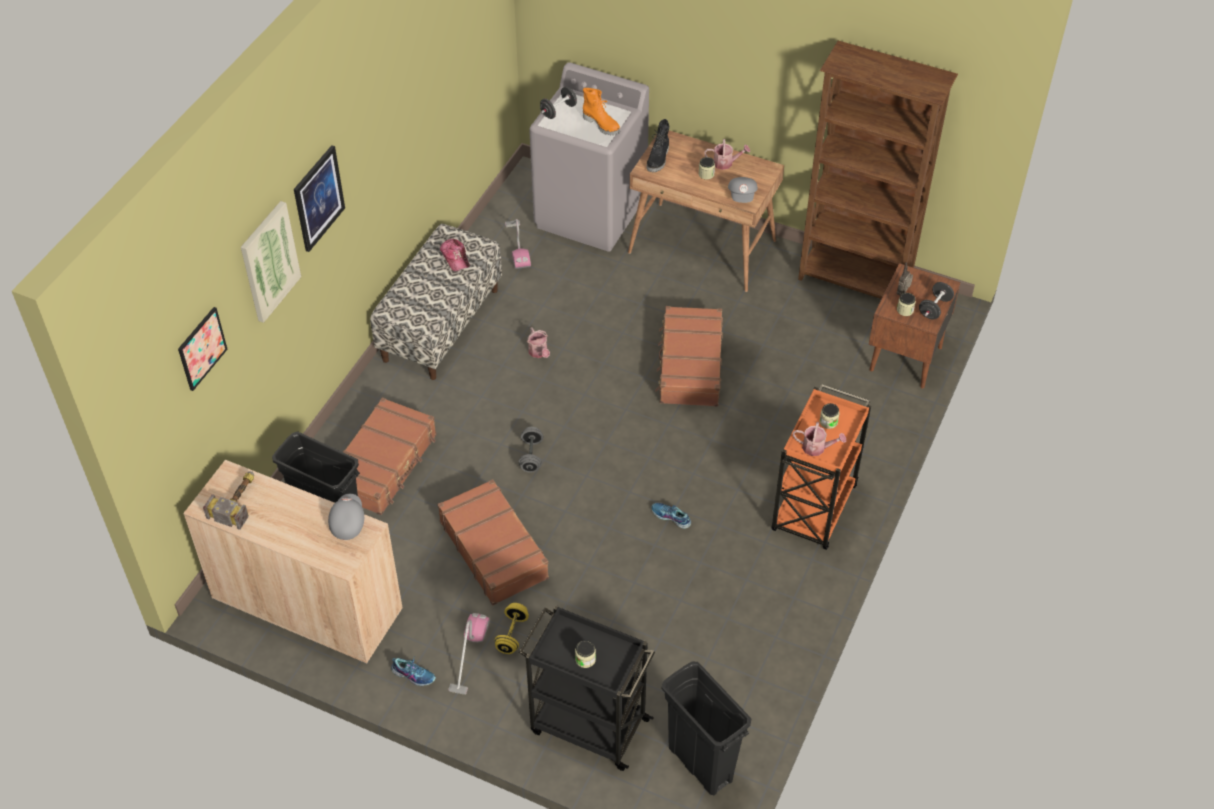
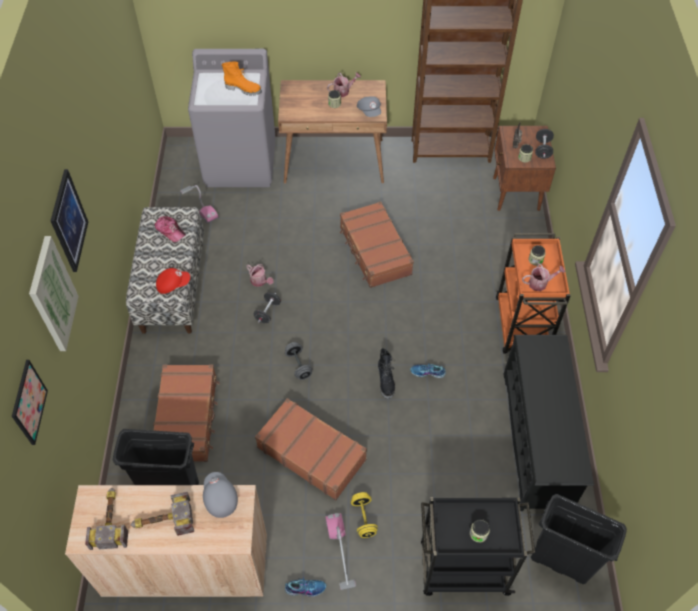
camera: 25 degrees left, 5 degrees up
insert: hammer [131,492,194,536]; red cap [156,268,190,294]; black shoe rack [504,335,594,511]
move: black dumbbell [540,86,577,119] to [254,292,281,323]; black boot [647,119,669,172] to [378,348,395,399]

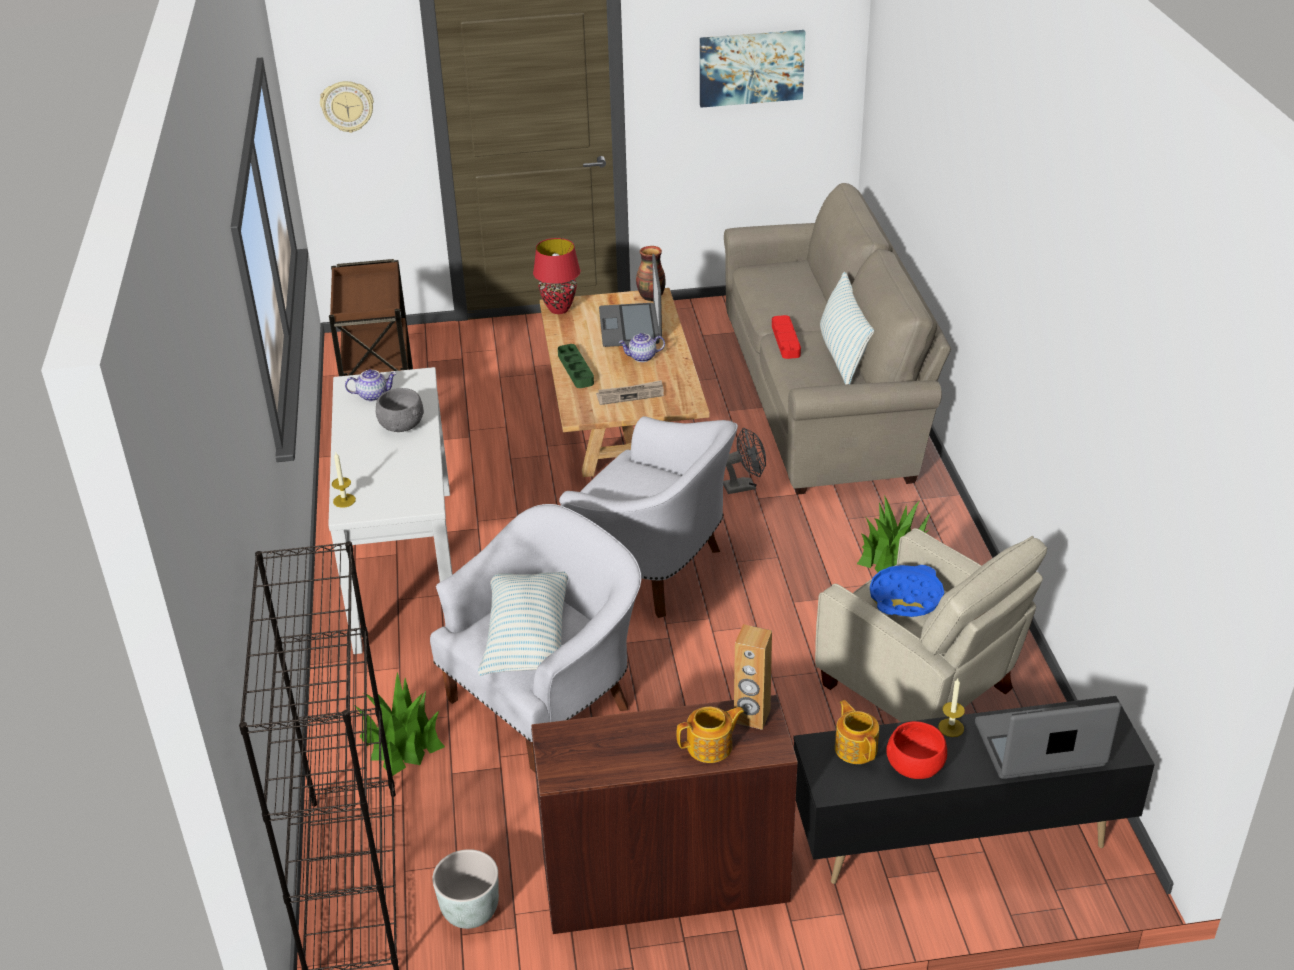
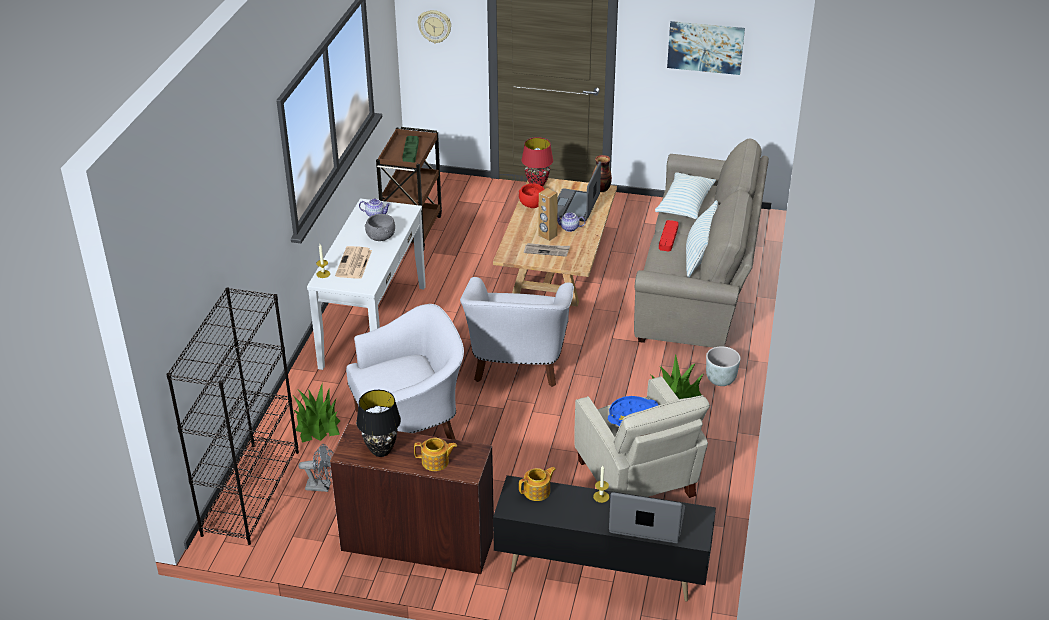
camera: 20 degrees right, 0 degrees up
insert: newspaper [335,246,372,279]; black table lamp [356,390,401,457]
move: grey planter [432,849,499,929] to [706,346,741,386]; pillow [478,571,568,676] to [655,172,716,219]; green tray [558,344,594,388] to [403,136,419,163]; grey fan [723,428,766,494] to [298,444,333,492]; brown speaker [734,624,772,730] to [538,188,558,241]; red bowl [886,721,947,779] to [519,183,544,208]
rotate: white armchair [559,416,738,618] = [460,277,574,387] 45 degrees clockwise; teapot [835,700,879,764] = [519,467,556,501] 60 degrees clockwise

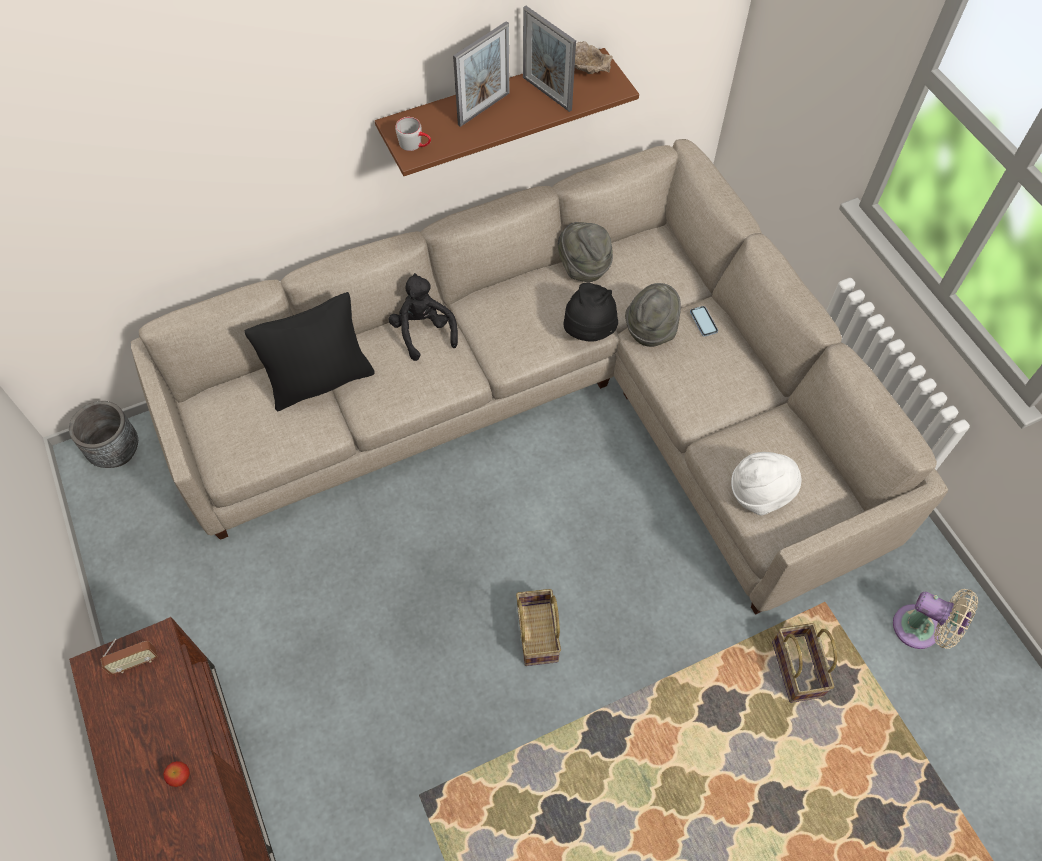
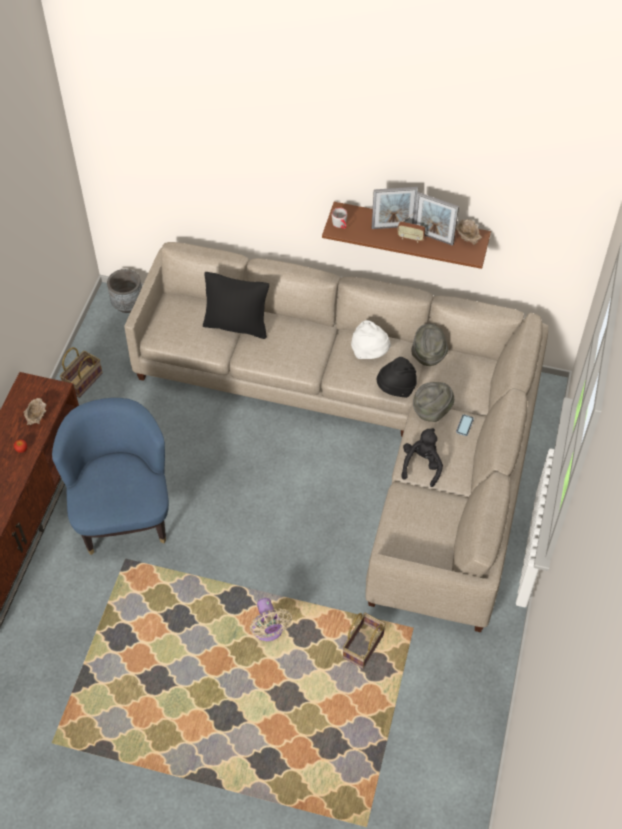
camera: 40 degrees right, 5 degrees down
insert: beige bowl [23,398,47,425]; blue armchair [52,398,169,555]
move: radio [101,639,158,675] to [397,213,425,242]; black plush toy [388,273,458,361] to [401,428,443,487]; basket [516,589,561,666] to [60,347,103,398]; white hat [731,452,801,515] to [351,320,391,359]; beige fan [893,589,978,649] to [250,598,292,641]
rotate: picture frame [523,6,576,112] = [414,192,459,246] 60 degrees counterclockwise

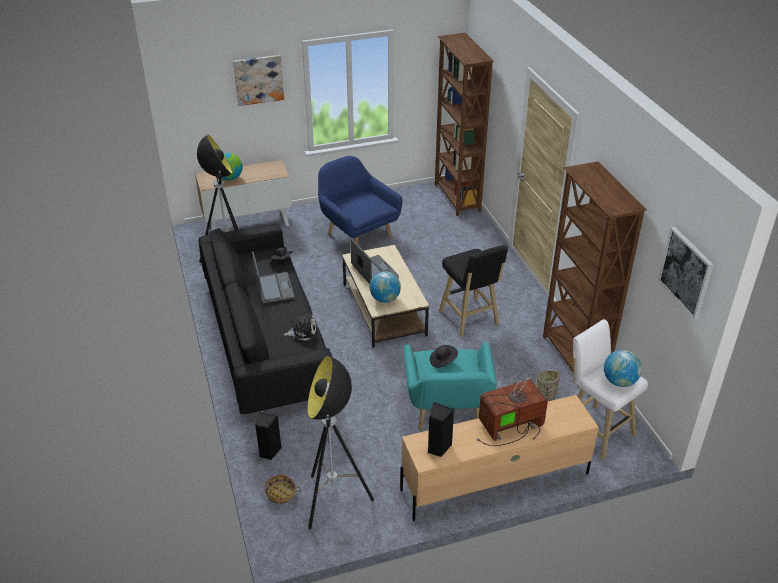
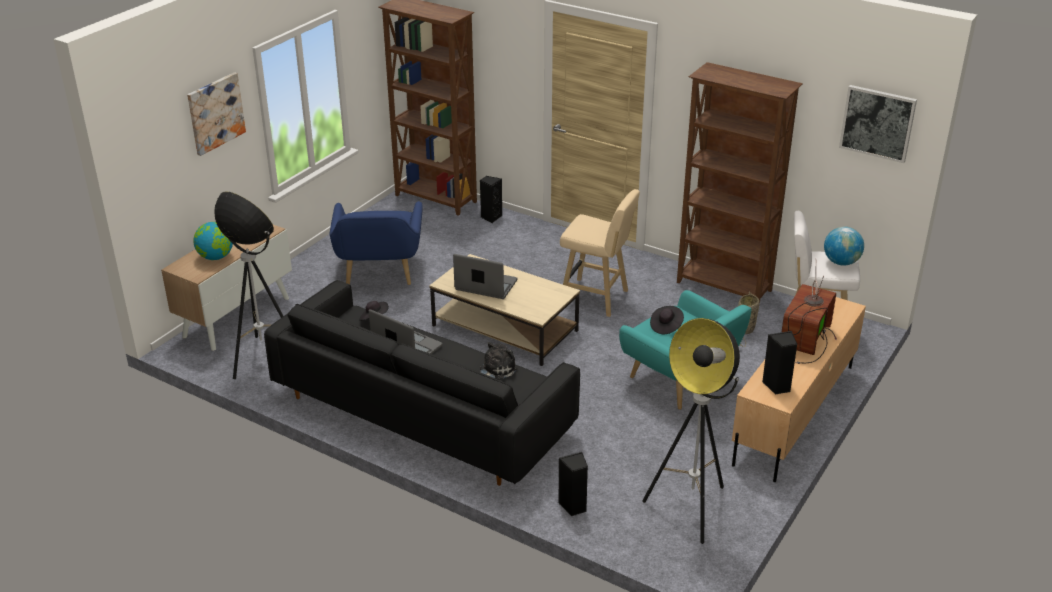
camera: 40 degrees left, 5 degrees down
delete: basket [265,474,301,504]; globe [370,271,401,303]
insert: black speaker [480,176,502,223]
recolor: black stool [439,245,508,337] to beige stool [560,189,640,317]
rotate: blue armchair [318,156,402,244] = [329,201,423,285] 105 degrees counterclockwise

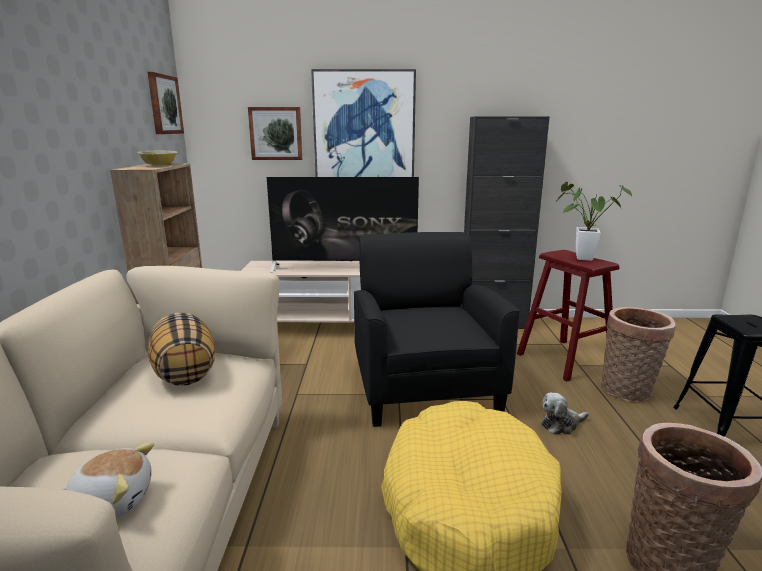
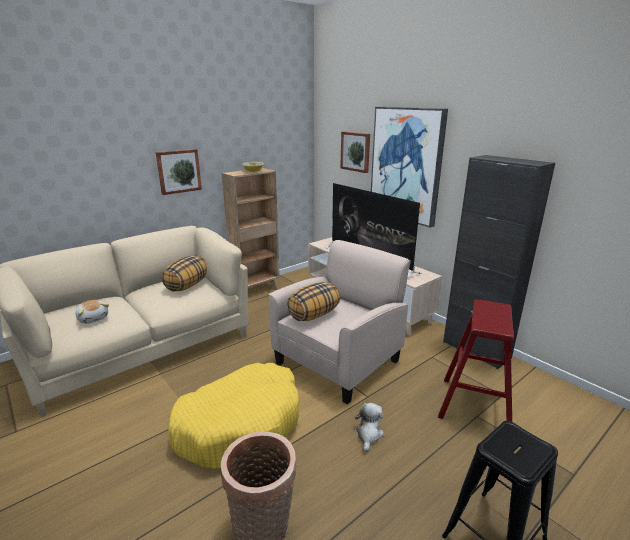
camera: 50 degrees right, 5 degrees up
delete: potted plant [555,182,632,261]; basket [601,307,676,402]
insert: pillow [287,282,340,321]
move: picture [148,72,184,134] to [156,149,202,195]
recolor: black armchair [354,232,520,427] to beige armchair [269,240,411,404]
rotate: plush toy [541,392,589,434] = [355,403,384,452] 75 degrees clockwise

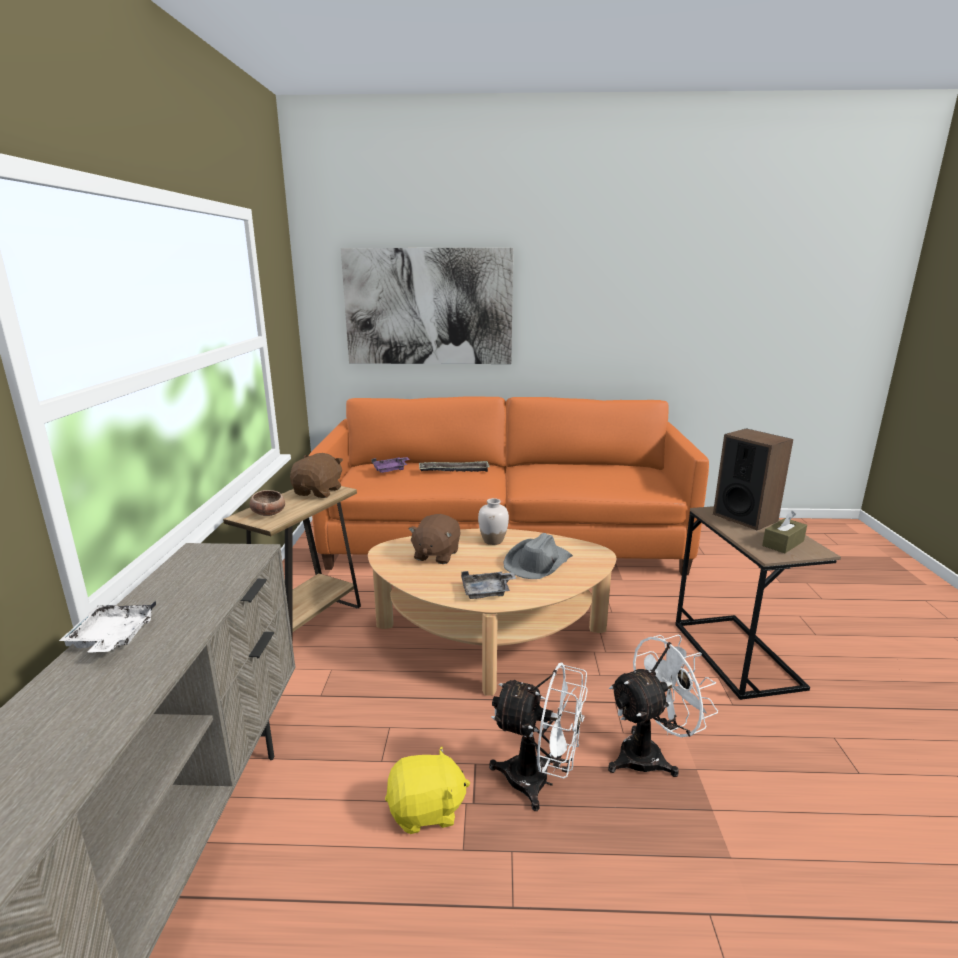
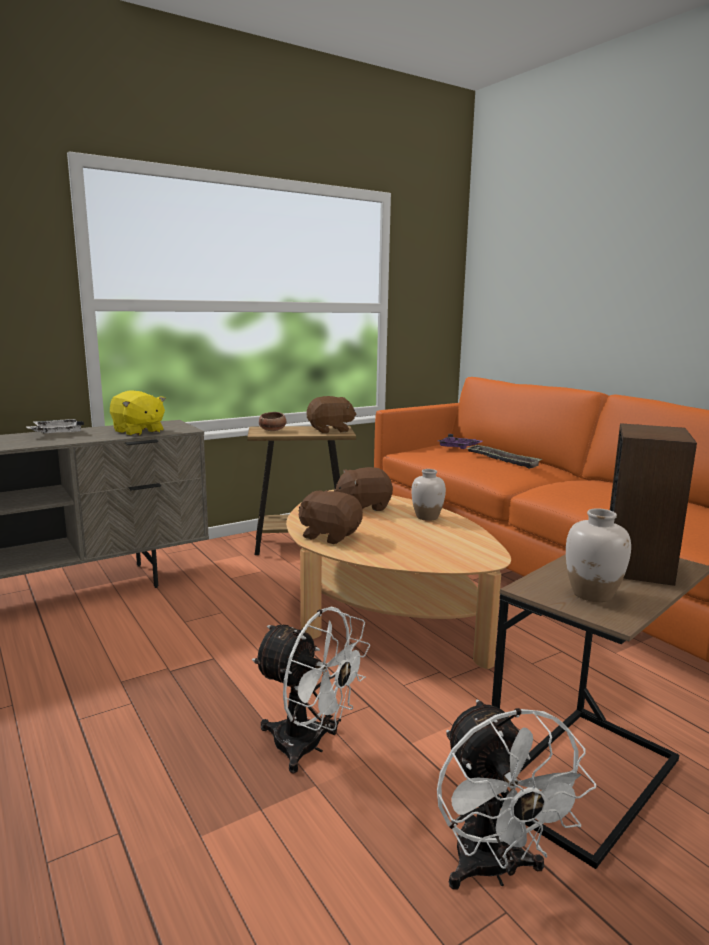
camera: 55 degrees right, 5 degrees down
delete: picture [341,248,513,364]; grey hat [503,533,573,579]
move: yellow plush toy [385,746,470,834] to [110,390,166,436]; white fan [489,663,588,811] to [437,700,596,890]
replace: grey tray [461,571,516,599] to brown plush toy [299,490,363,544]; brown tissue box [762,510,807,553] to white vase [566,508,631,602]

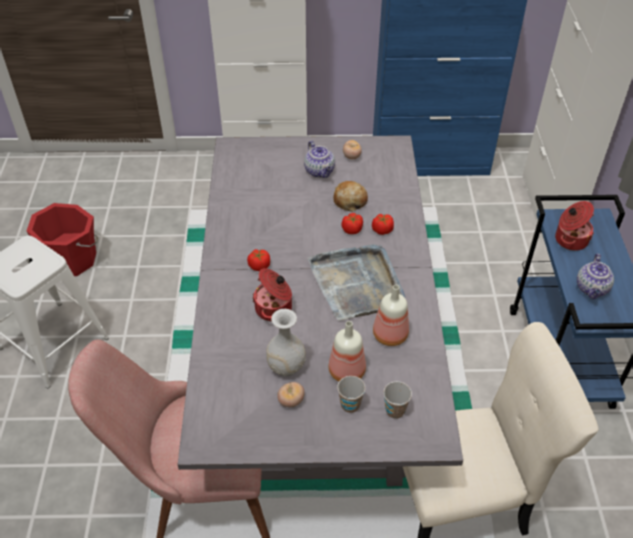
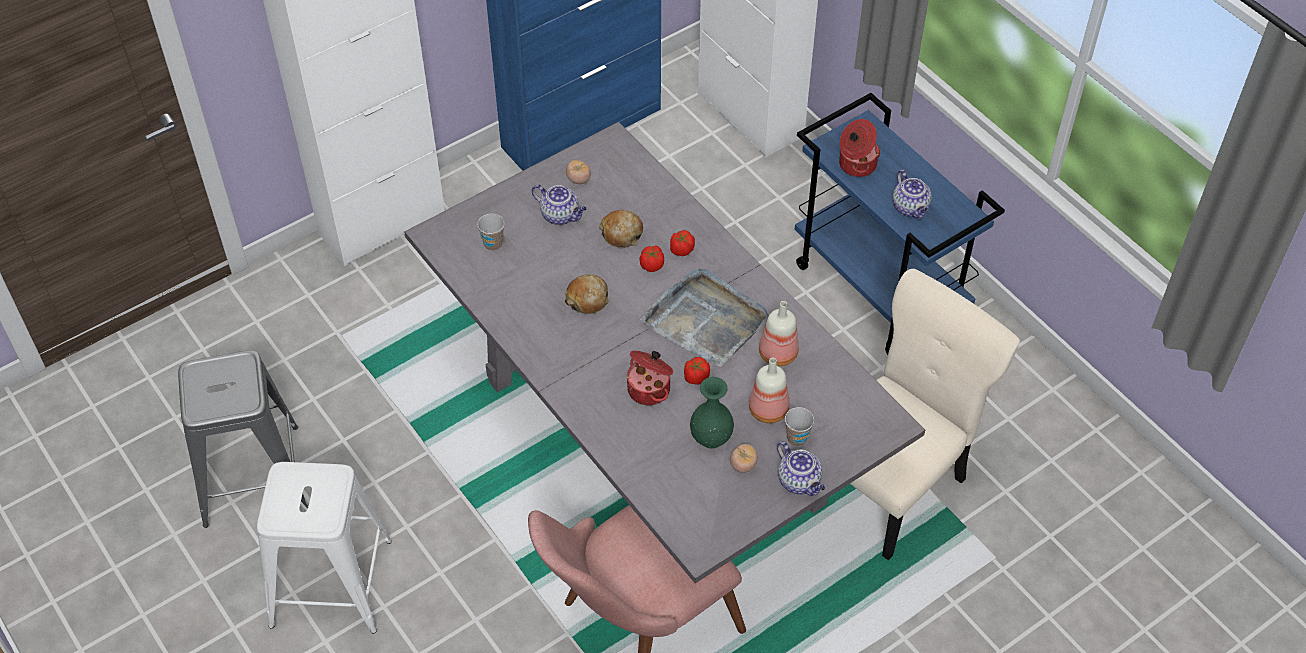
camera: 35 degrees left, 5 degrees up
insert: bread [565,275,609,314]; teapot [777,441,825,496]
move: tomato [247,249,270,271] to [684,357,710,385]; cup [384,381,412,419] to [477,213,504,251]
replace: red bucket [27,203,98,276] to grey stool [178,350,308,528]
recolor: white vase [266,309,306,376] to green vase [690,377,734,448]

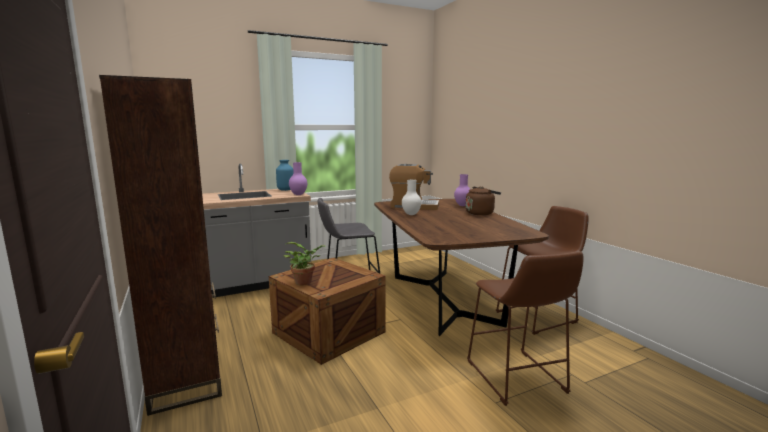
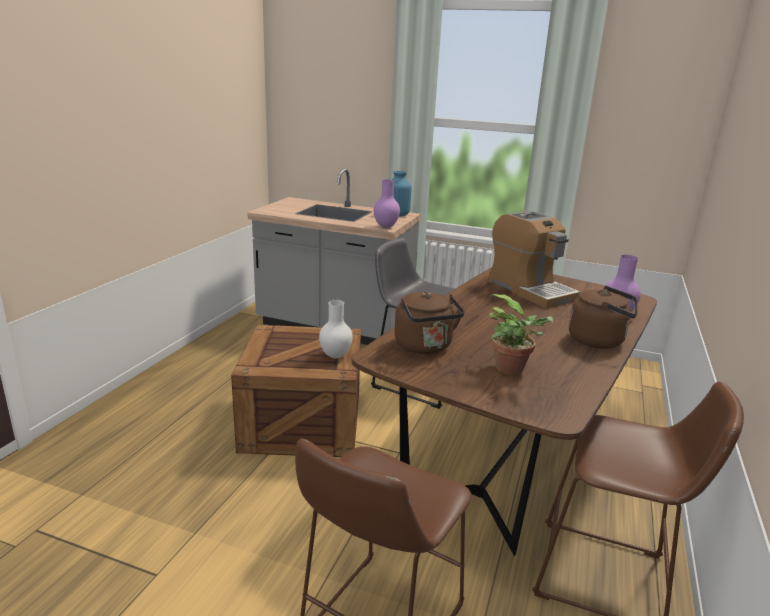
camera: 45 degrees right, 10 degrees up
delete: brown bookcase [99,75,222,416]
insert: brown kettle [395,292,465,354]
move: potted plant [283,242,326,286] to [489,294,553,375]; white vase [402,180,421,215] to [319,300,353,358]

